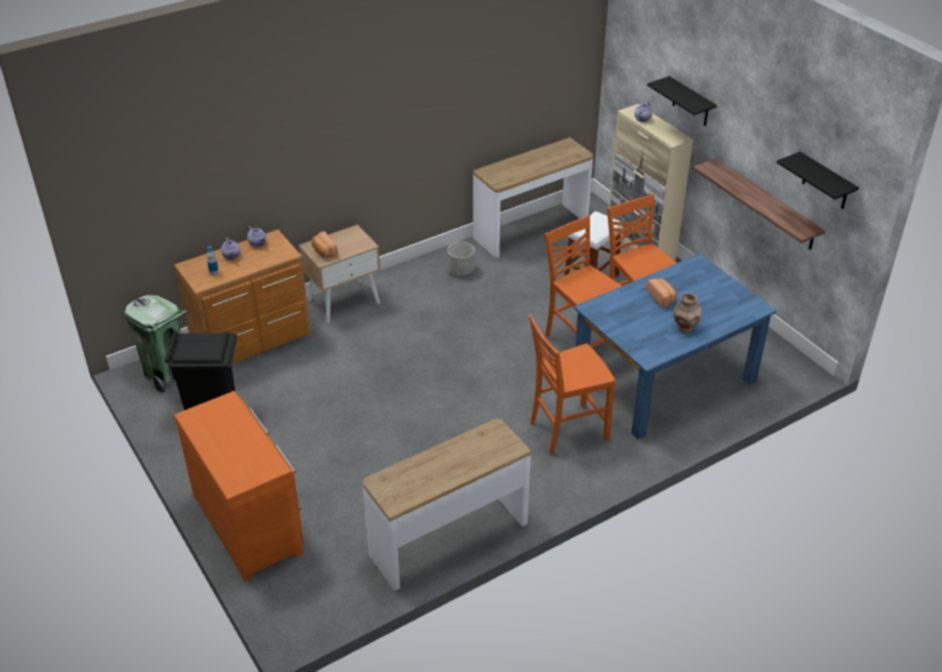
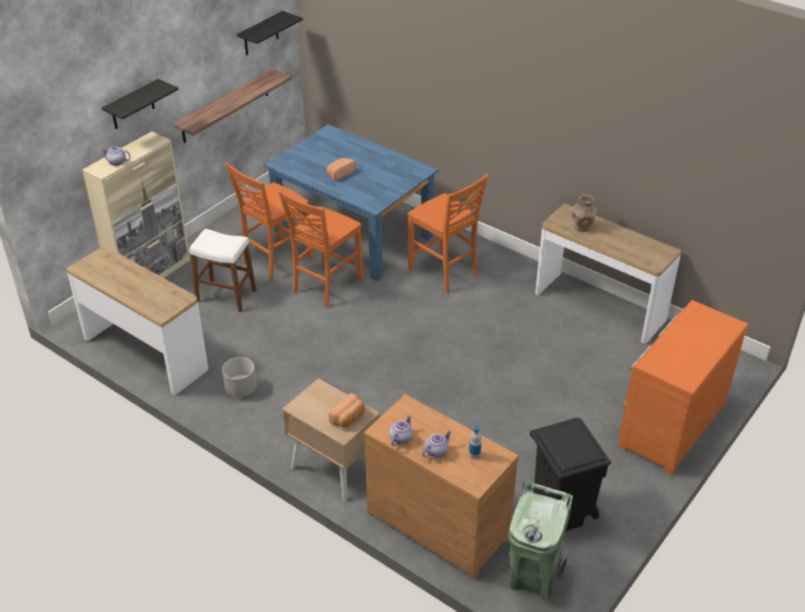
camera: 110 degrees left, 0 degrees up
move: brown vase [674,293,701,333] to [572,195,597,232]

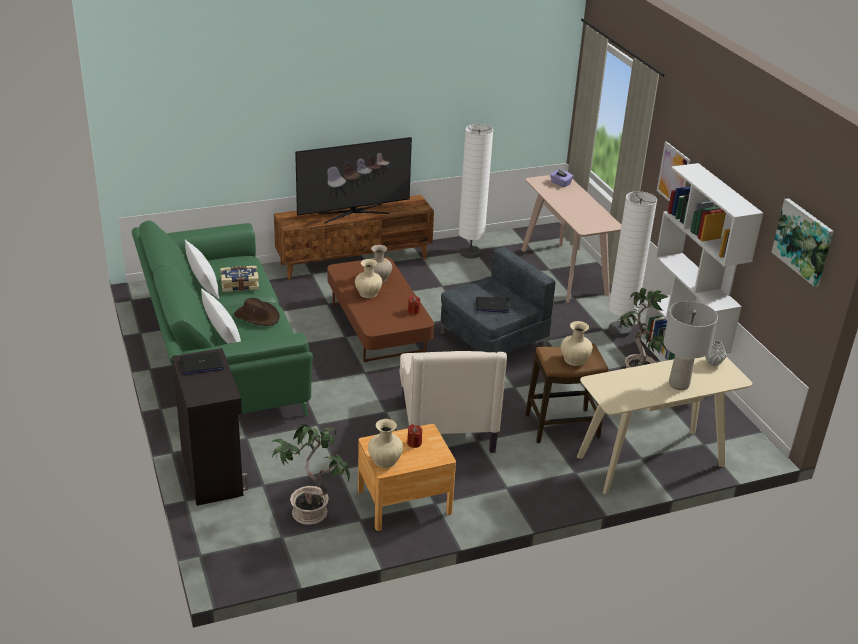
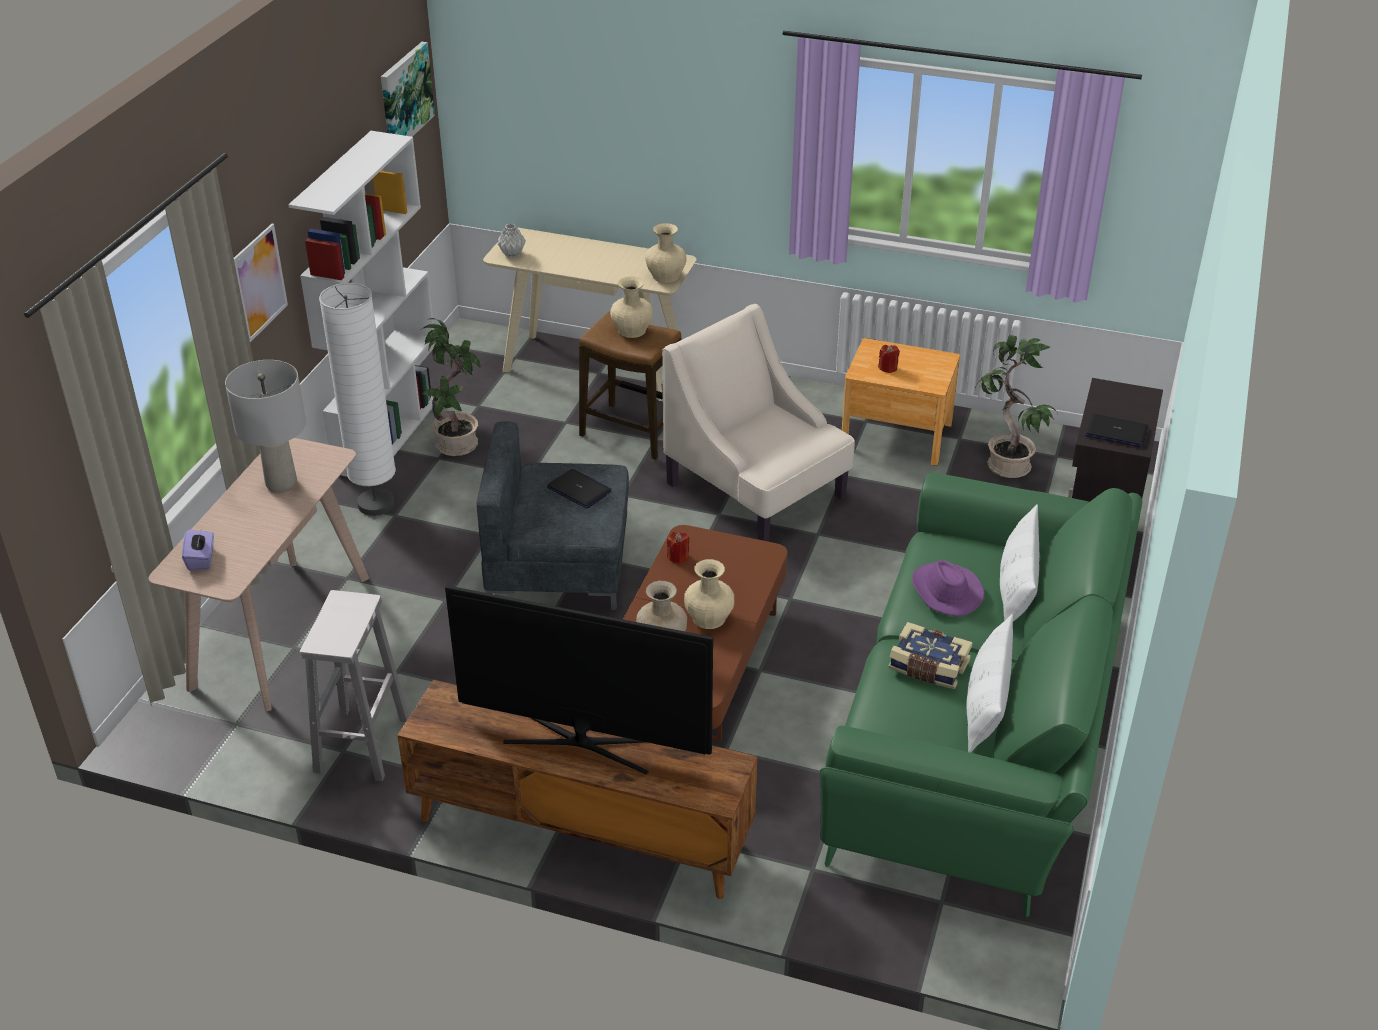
camera: 140 degrees left, 5 degrees up
move: beige vase [368,419,403,468] to [645,223,687,283]; grey table lamp [663,301,718,390] to [225,360,306,493]
replace: white floor lamp [459,124,493,259] to white stool [300,590,409,781]
recolor: brown hat [234,298,280,326] to purple hat [912,560,985,616]
rotate: beige armchair [399,351,507,453] = [662,304,855,542] 75 degrees counterclockwise

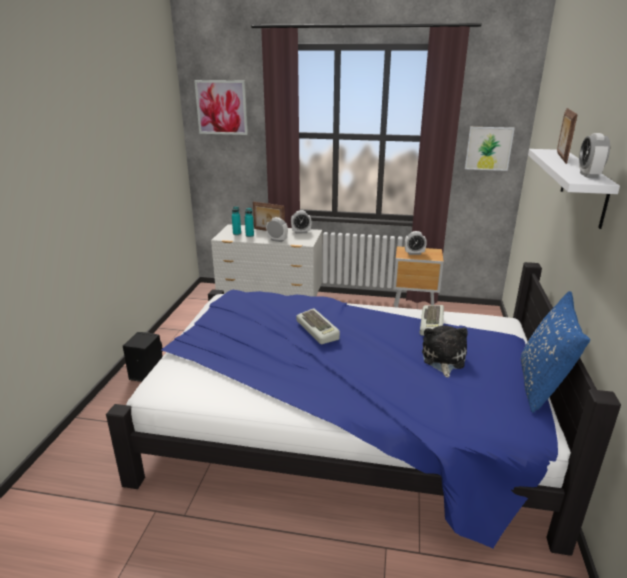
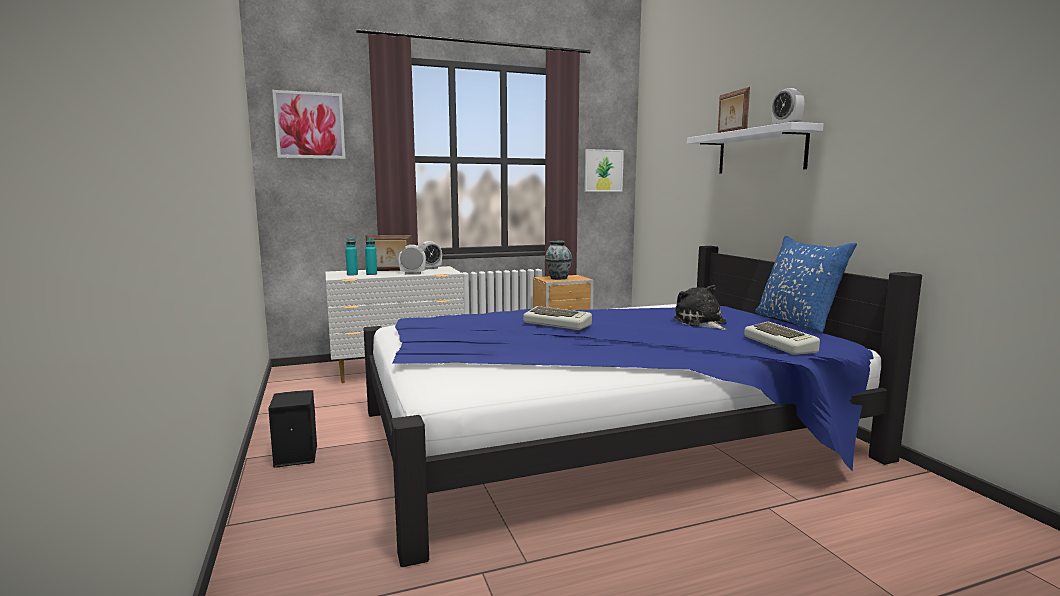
camera: 30 degrees left, 15 degrees down
move: keyboard [420,305,444,336] to [744,322,820,355]
replace: alarm clock [405,231,427,255] to vase [545,241,572,280]

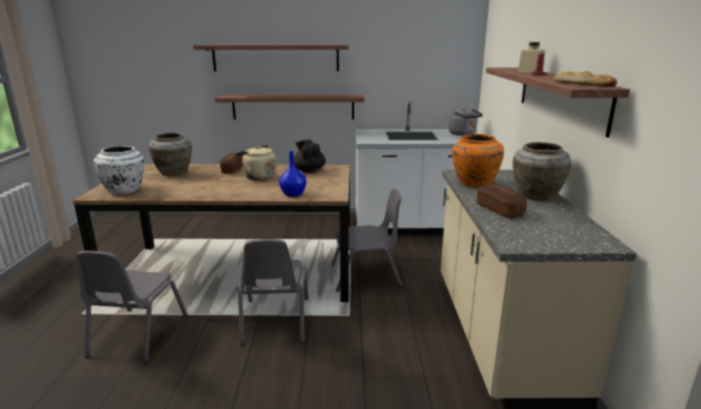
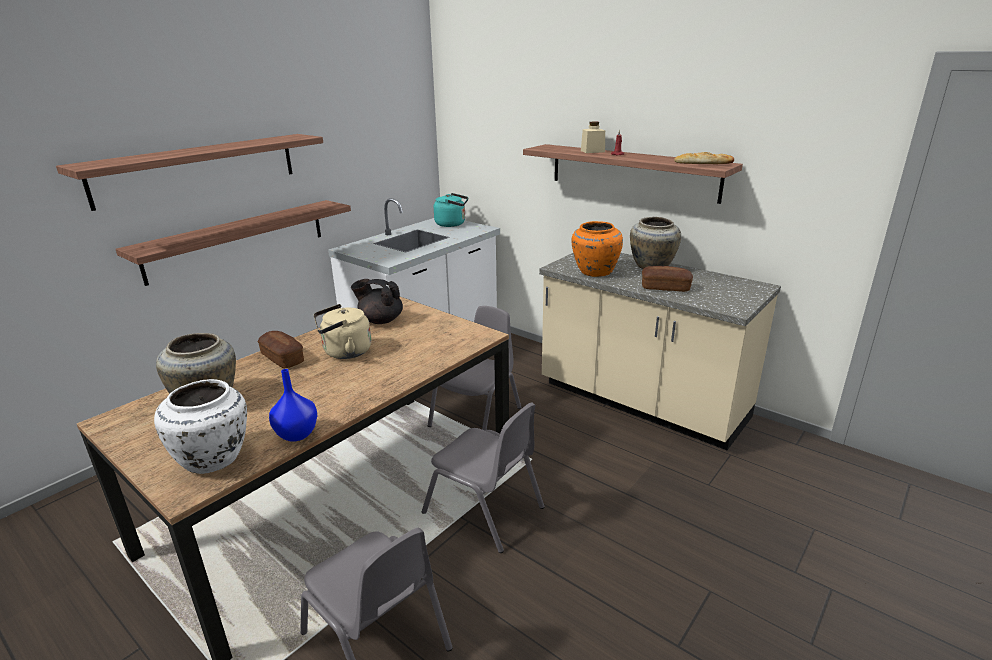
camera: 50 degrees left, 5 degrees up
move: blue vase [279,151,306,197] to [269,369,318,442]
recolor: grey kettle [449,108,483,136] to turquoise kettle [433,193,468,227]

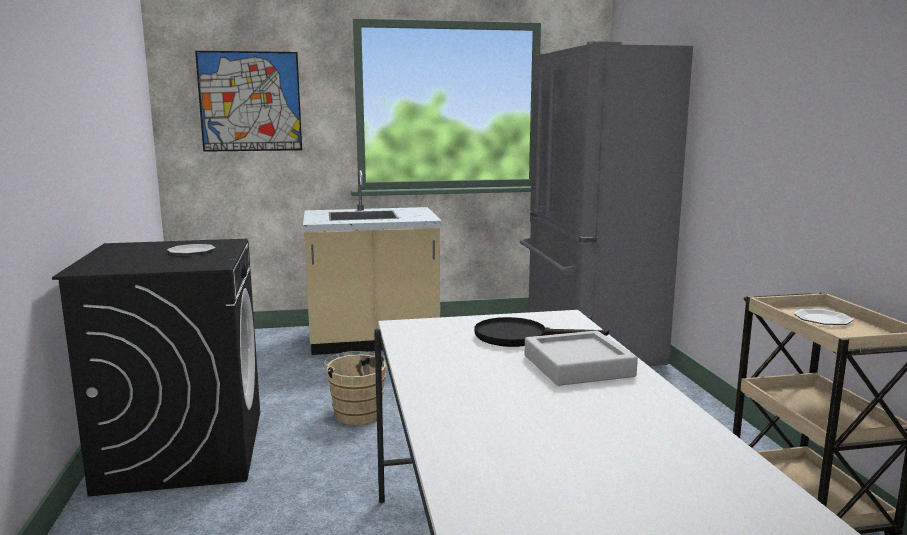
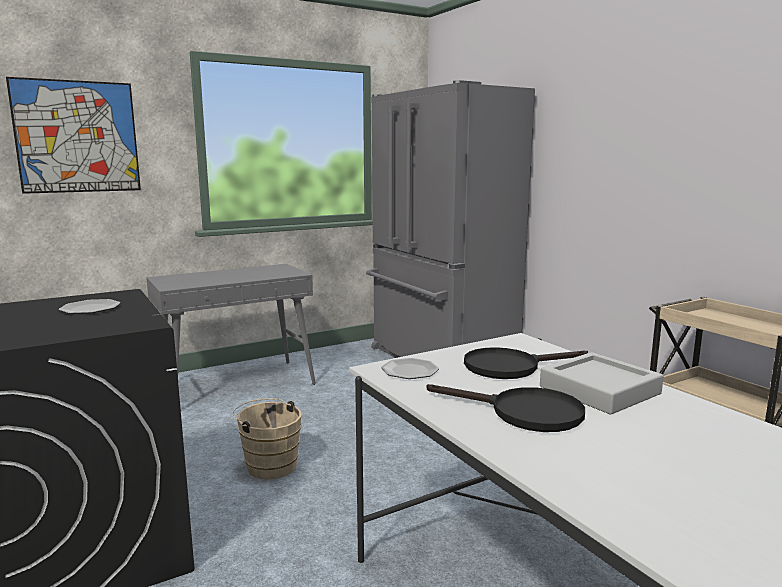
camera: 20 degrees left, 0 degrees up
insert: black frying pan [427,384,585,432]
move: plate [794,309,854,325] to [381,358,439,379]
replace: beige counter [303,170,442,355] to grey console table [146,264,316,385]

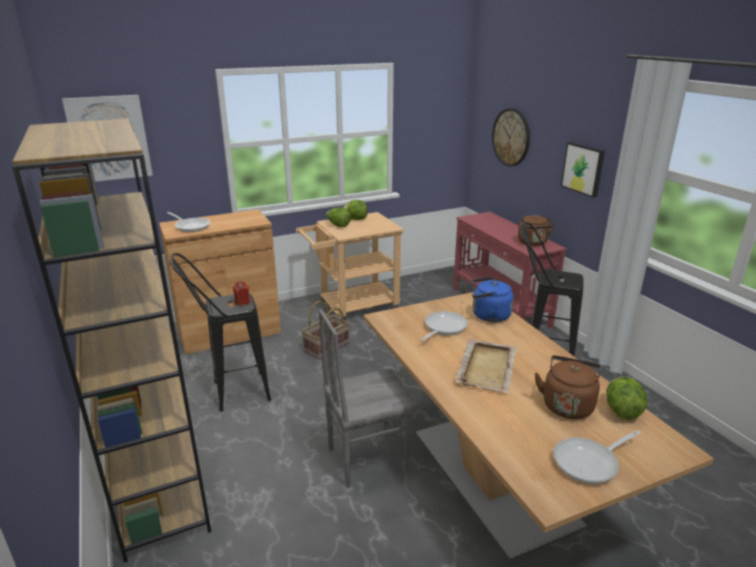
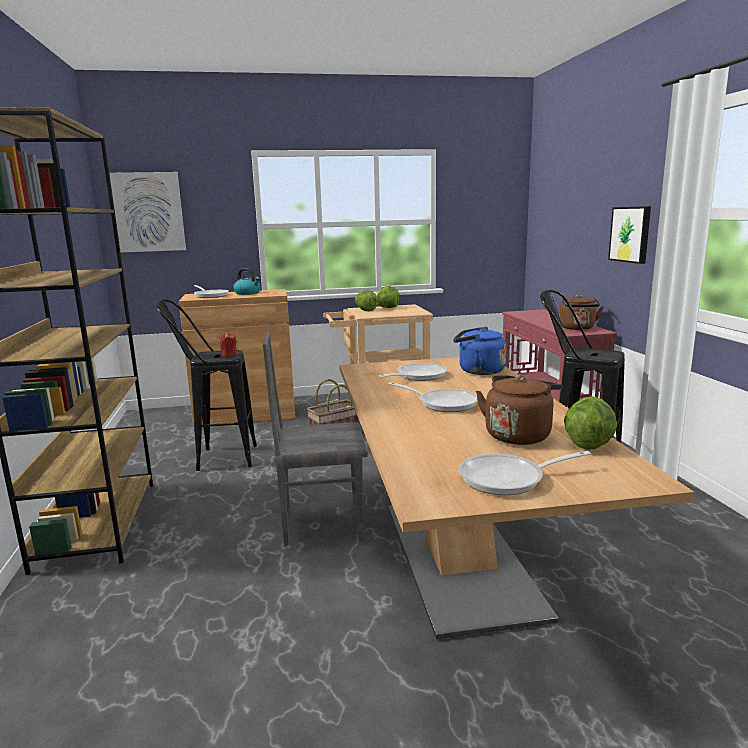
camera: 15 degrees right, 10 degrees down
delete: wall clock [492,108,530,166]
insert: kettle [233,268,261,295]
replace: beige tray [455,339,516,394] to frying pan [388,382,478,412]

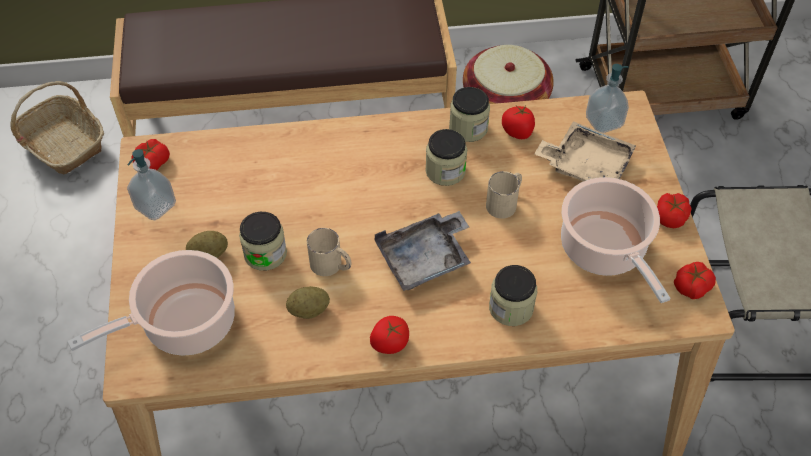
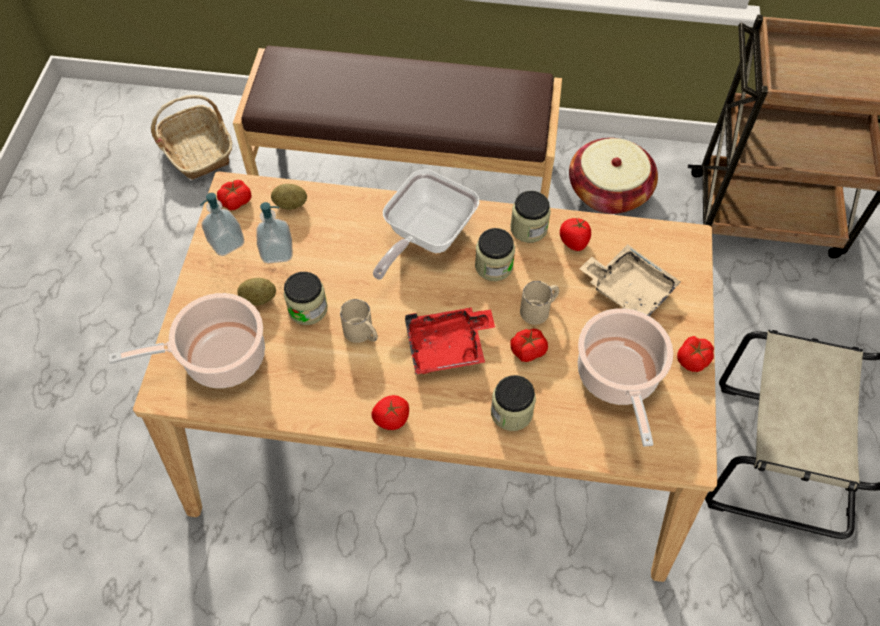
camera: 15 degrees right, 5 degrees up
insert: frying pan [373,169,479,280]
move: potato [286,286,330,319] to [271,184,307,210]; soap dispenser [586,64,629,133] to [256,202,293,263]; tomato [674,262,716,299] to [510,329,548,362]
recolor: grey tray [375,211,471,291] to red tray [405,307,495,374]

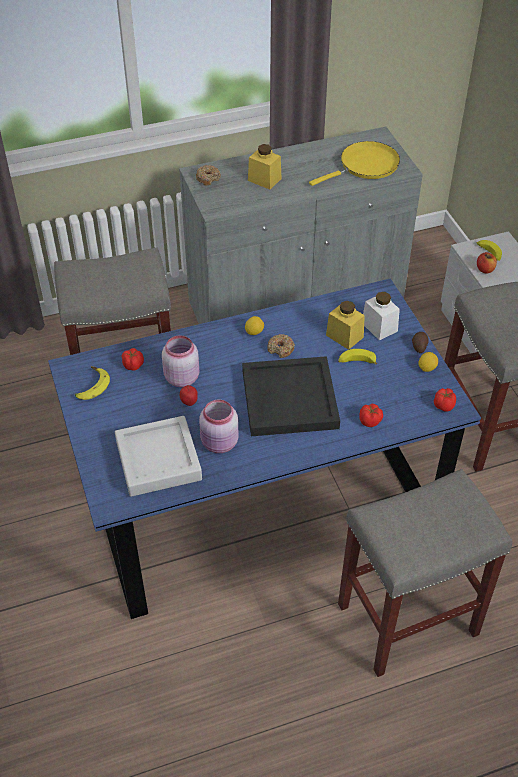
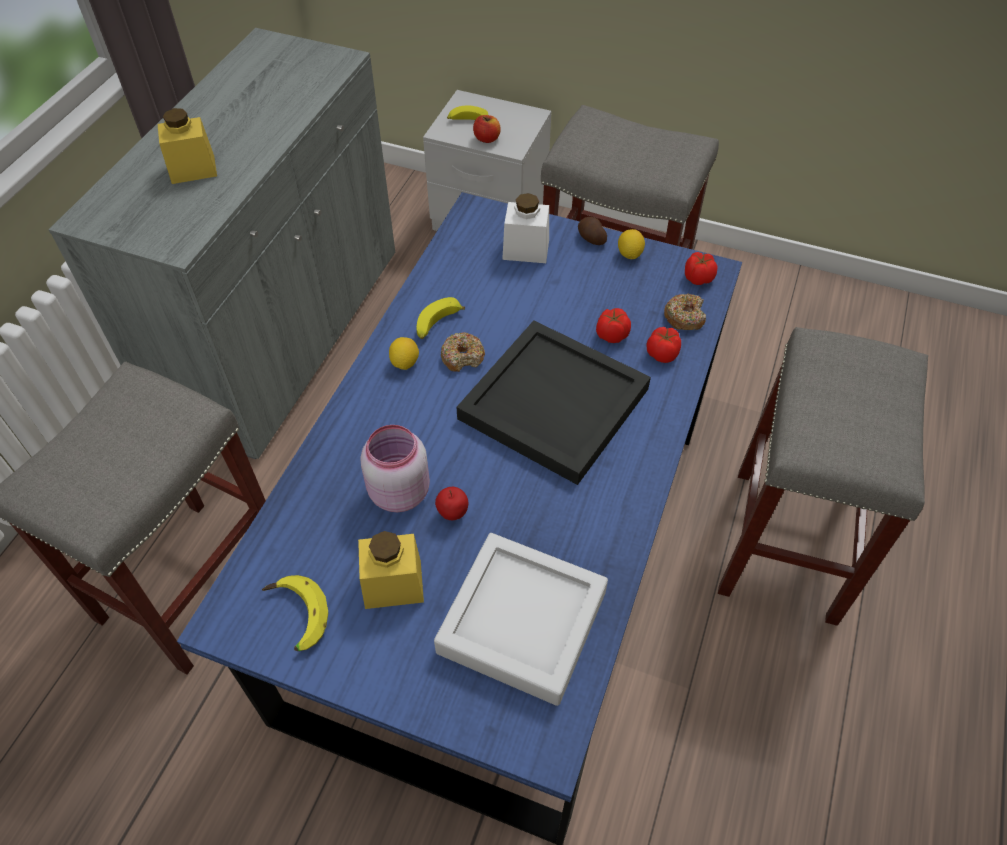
camera: 50 degrees left, 5 degrees up
delete: pink jar [199,400,238,453]; yellow frying pan [309,141,400,186]
move: tomato [122,348,144,371] to [596,308,631,343]; donut [196,165,221,186] to [664,294,706,330]; yellow jar [326,301,365,350] to [358,531,424,609]; banana [338,349,377,365] to [416,297,465,339]

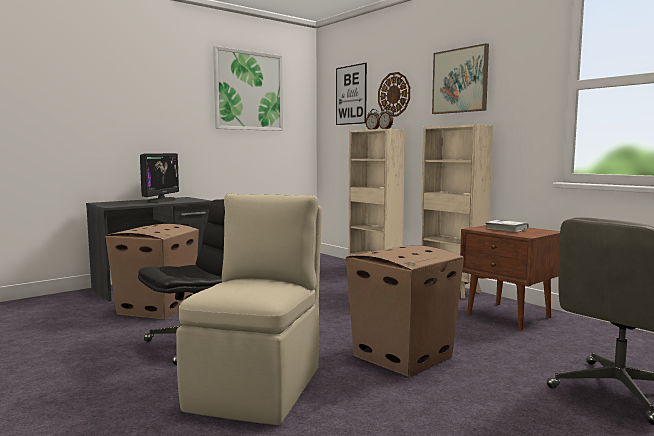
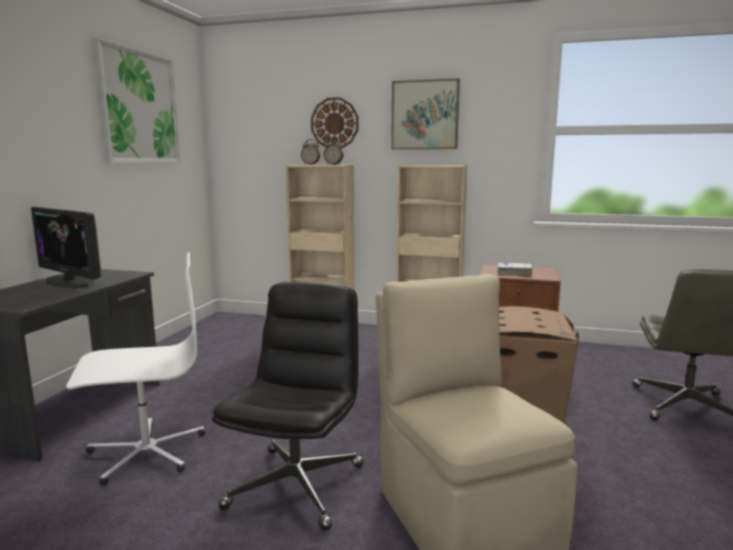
camera: 35 degrees left, 5 degrees up
delete: picture [336,63,367,125]
replace: cardboard box [105,224,199,320] to white office chair [66,252,205,486]
rotate: monitor [140,153,179,203] = [31,207,101,288] 150 degrees clockwise

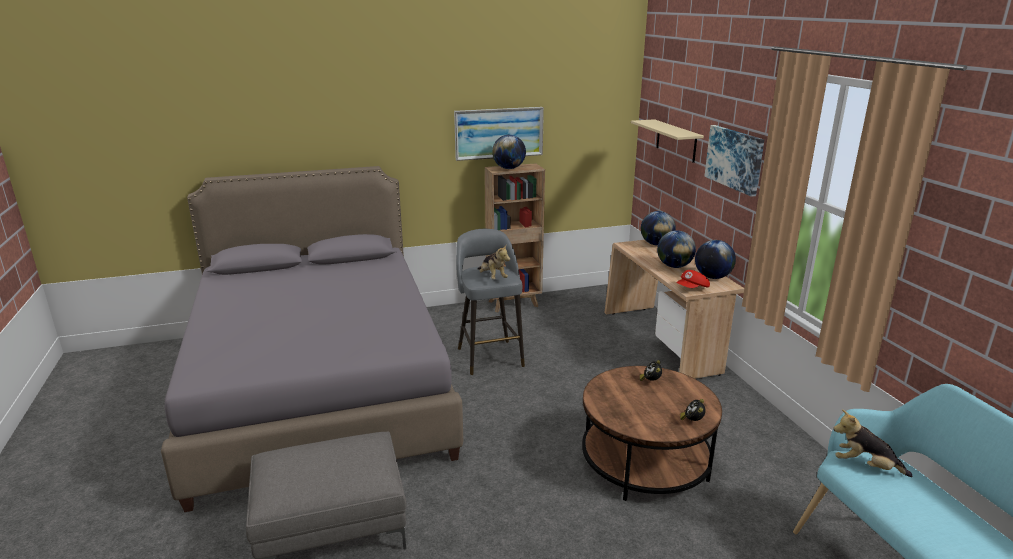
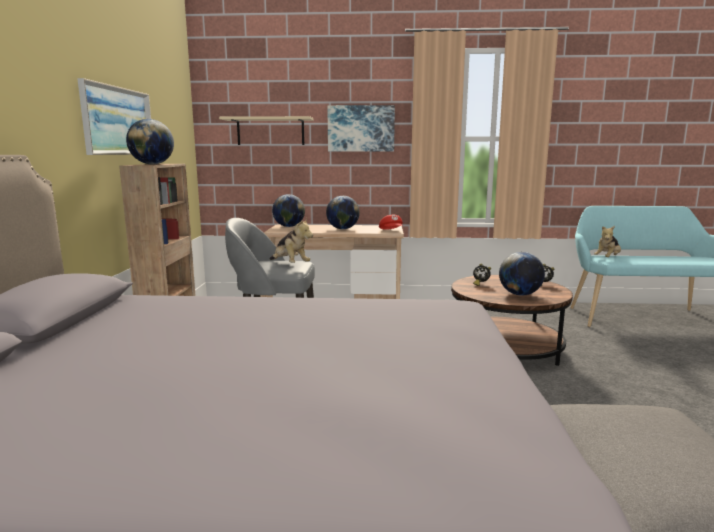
camera: 70 degrees left, 10 degrees down
move: globe [695,240,736,279] to [499,252,545,296]
rotate: plush toy [478,245,510,279] = [270,218,313,263] 60 degrees clockwise

